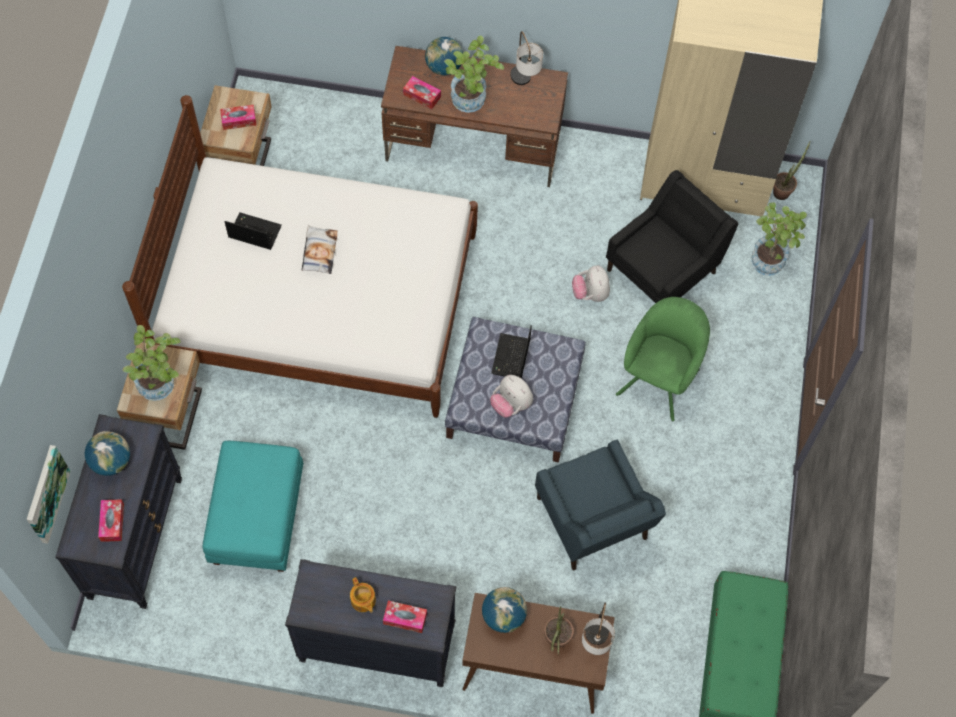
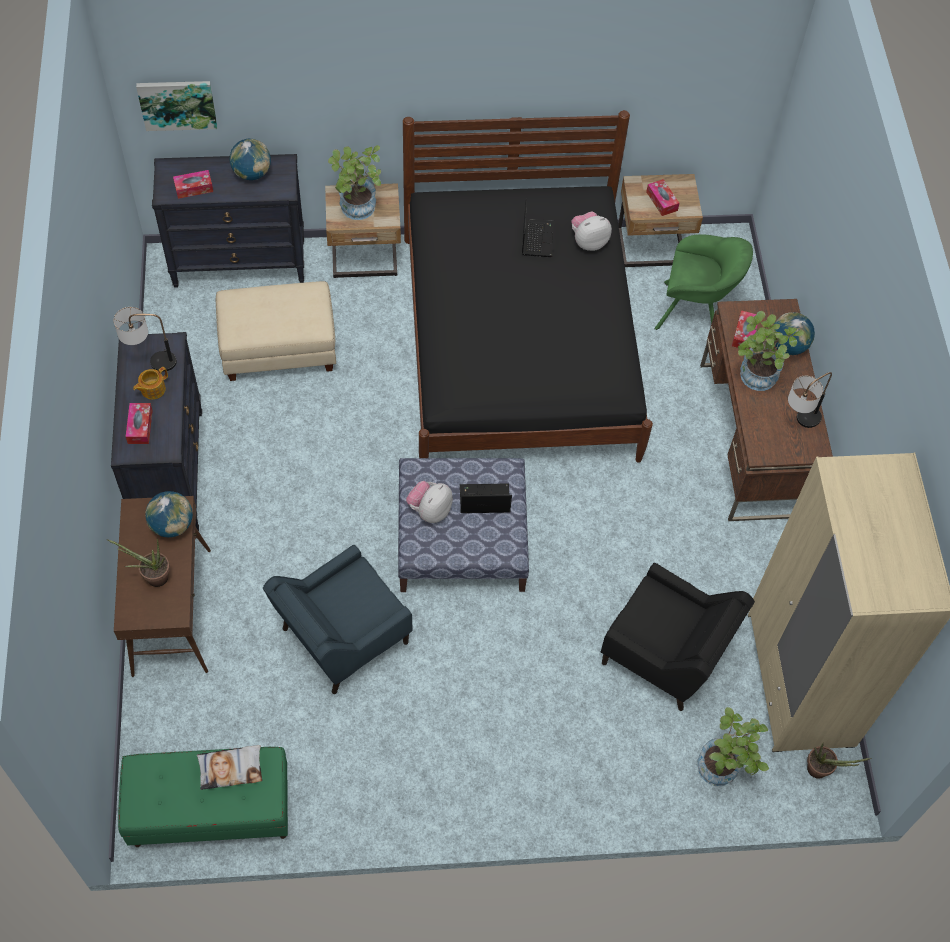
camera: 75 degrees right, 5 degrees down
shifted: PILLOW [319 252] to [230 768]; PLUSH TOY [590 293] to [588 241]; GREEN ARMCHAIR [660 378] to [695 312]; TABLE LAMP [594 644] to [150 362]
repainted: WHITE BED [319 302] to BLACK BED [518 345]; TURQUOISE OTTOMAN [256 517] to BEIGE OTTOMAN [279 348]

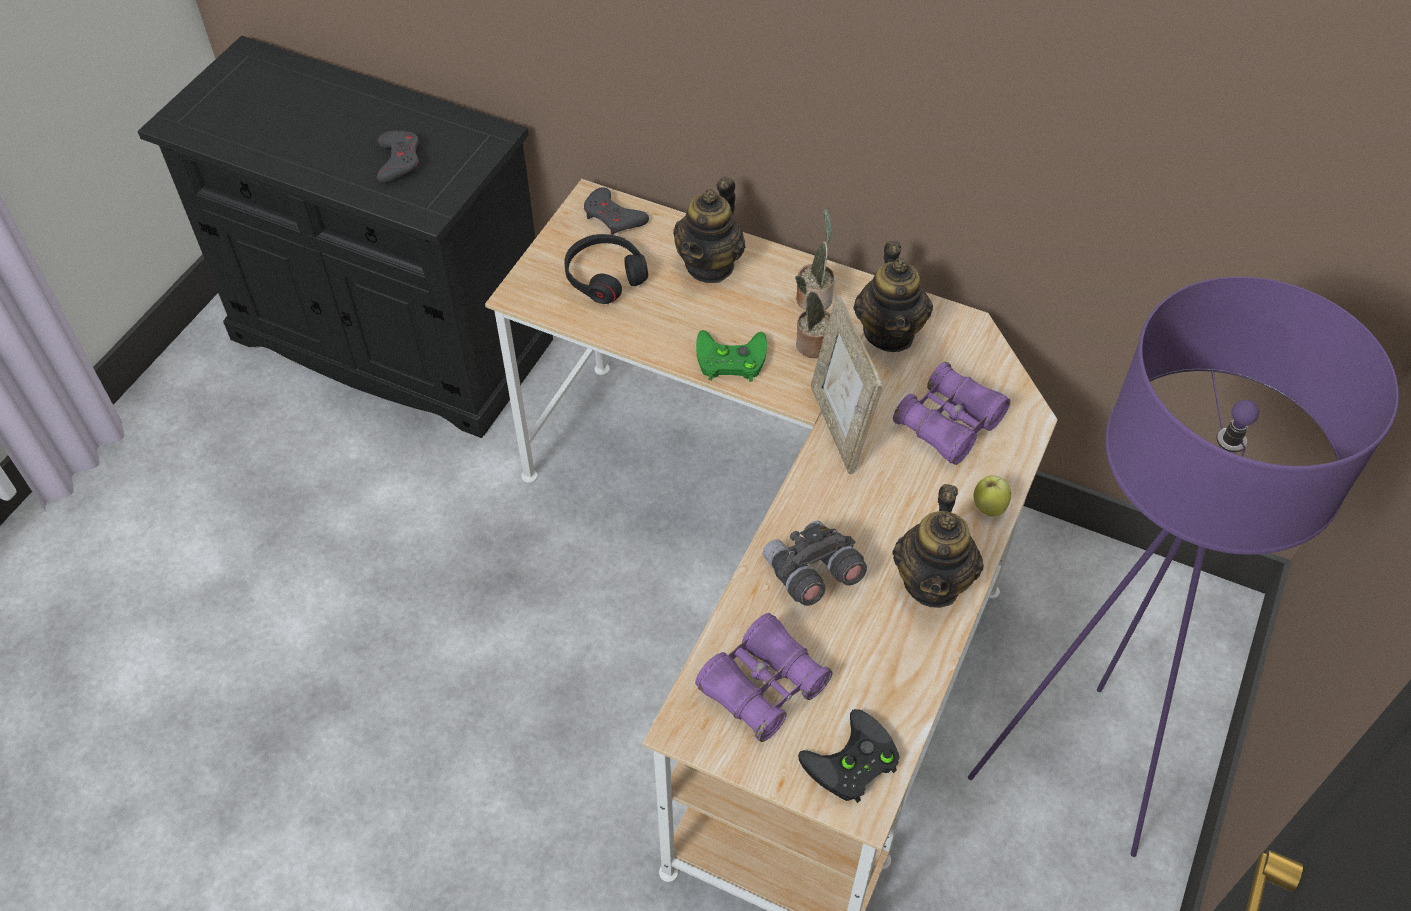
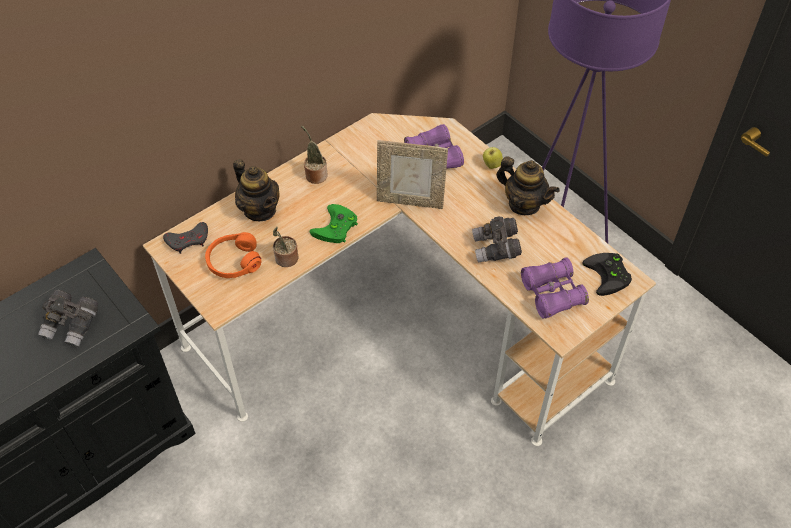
camera: 65 degrees left, 0 degrees up
gone: TEAPOT [889 333]
shifted: POTTED PLANT [811 344] to [286 259]
swapped: GREY GAME CONTROLLER [399 161] to GREY BINOCULARS [72 325]
repainted: BLACK HEADPHONES [604 276] to ORANGE HEADPHONES [234 261]

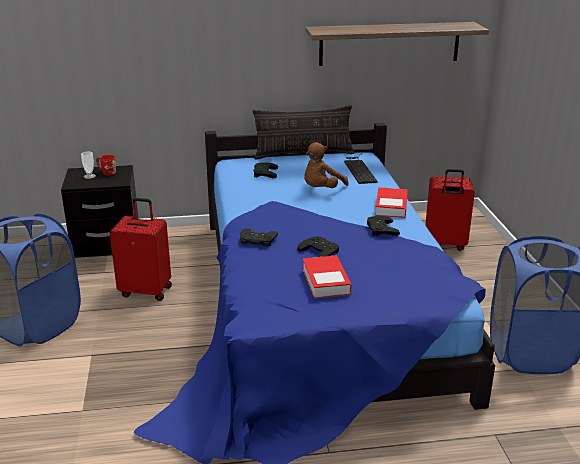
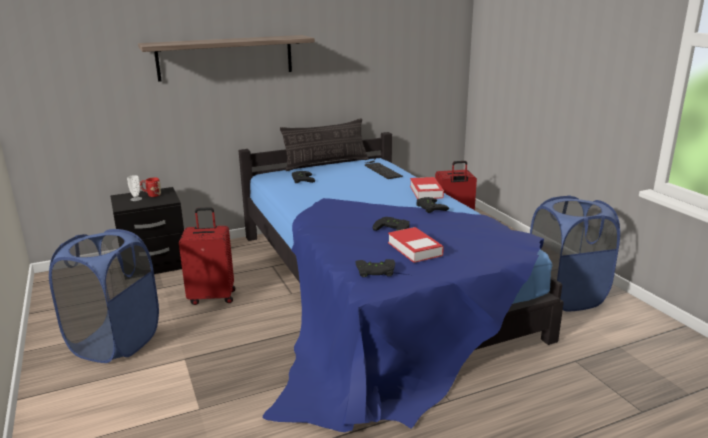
camera: 15 degrees left, 5 degrees down
gone: BROWN PLUSH TOY [321 189]
shifted: SHELF [389 43] to [225 57]; BLACK GAME CONTROLLER [257 241] to [375 271]

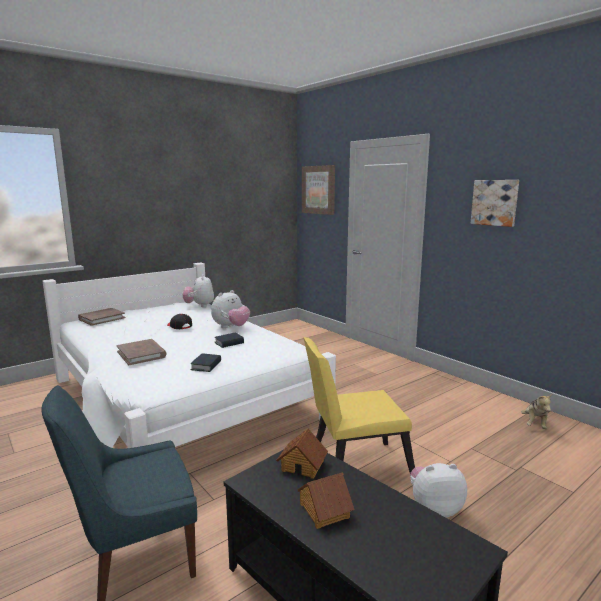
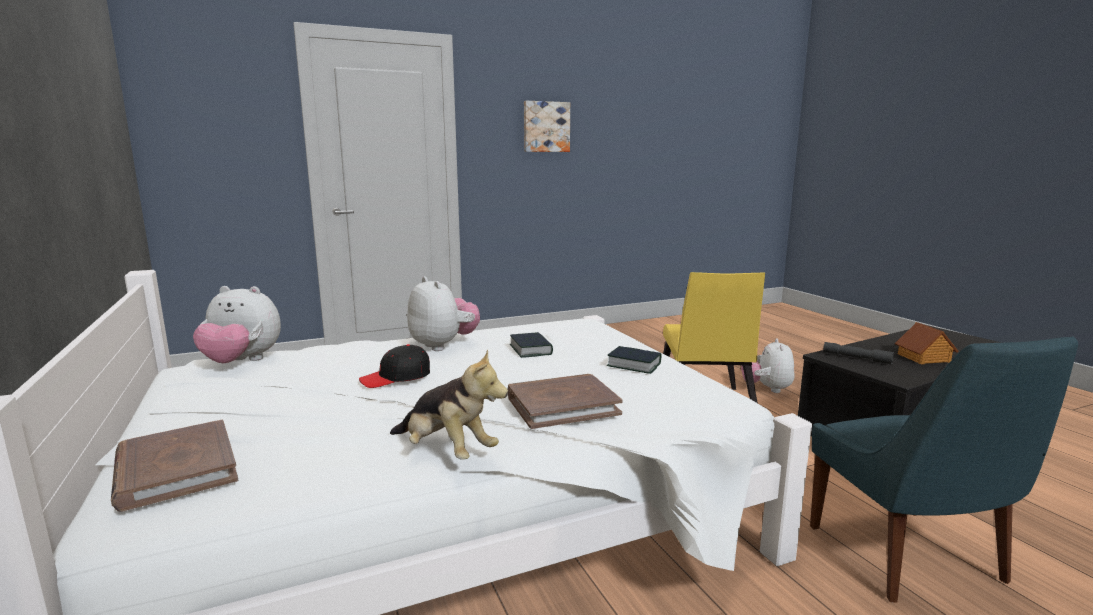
camera: 75 degrees left, 0 degrees up
gone: PICTURE [319 190]
shifted: PLUSH TOY [535 424] to [446 451]
swapped: TOY HOUSE [303 465] to GREY FLASHLIGHT [856 358]

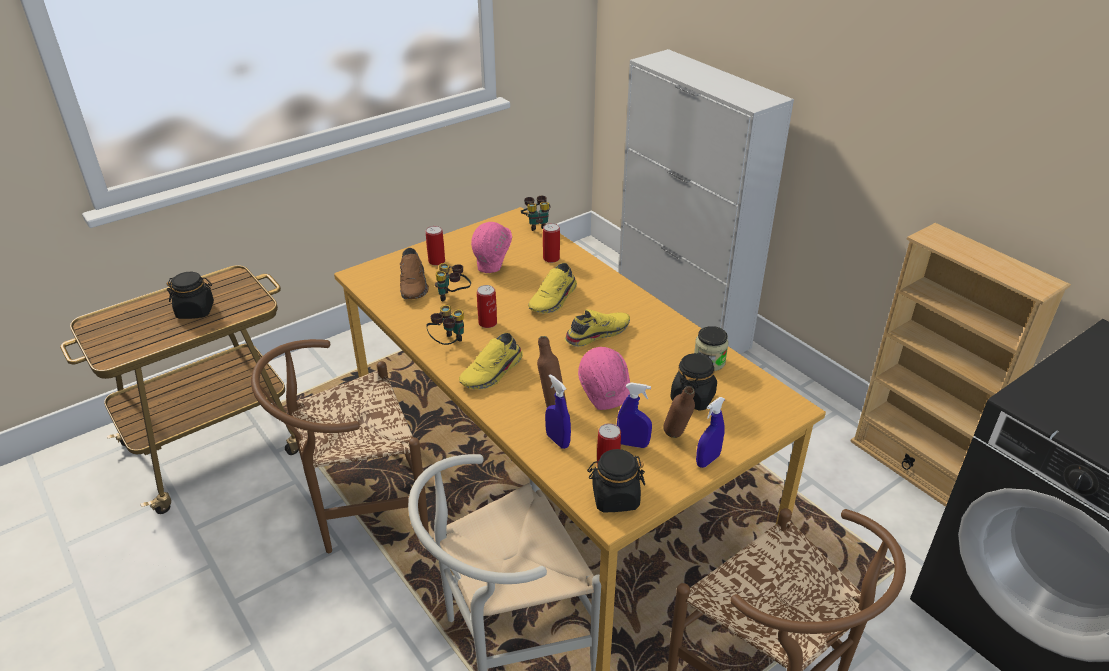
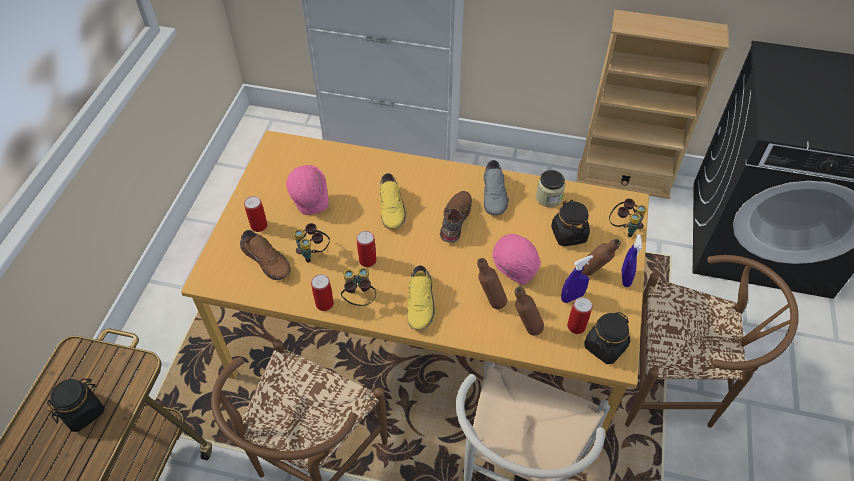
camera: 40 degrees left, 15 degrees up
new: GREY SHOE [495 195]
shifted: BINOCULARS [536 225] to [624 228]; CAN [551 258] to [324 303]
swapped: BLUE SPRAY BOTTLE [557 440] to BROWN BOTTLE [525 329]
repainted: YELLOW SHOE [596 333] to BROWN SHOE [454 220]

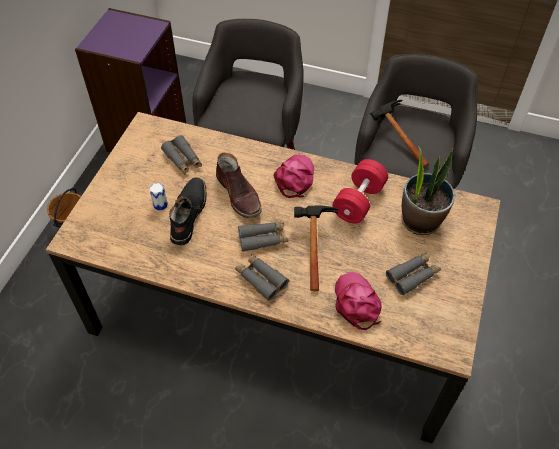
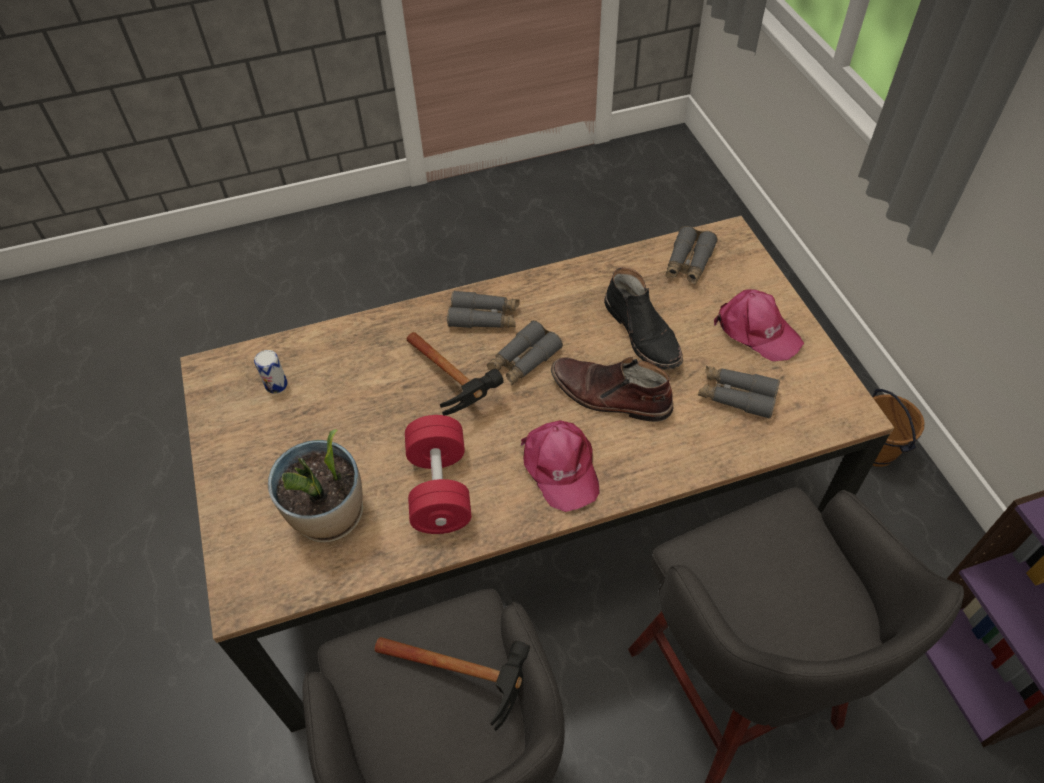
camera: 145 degrees right, 0 degrees up
shifted: CAN [160 205] to [276 384]; GREY BINOCULARS [412 276] to [688 263]; PINK CAP [357 303] to [756 330]

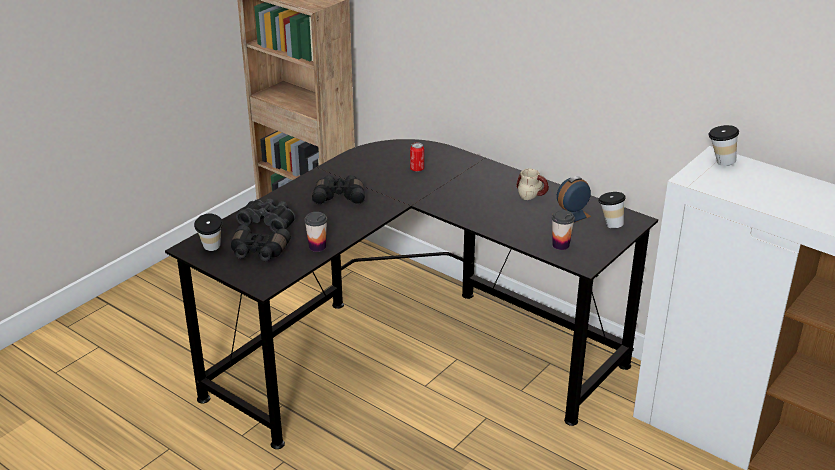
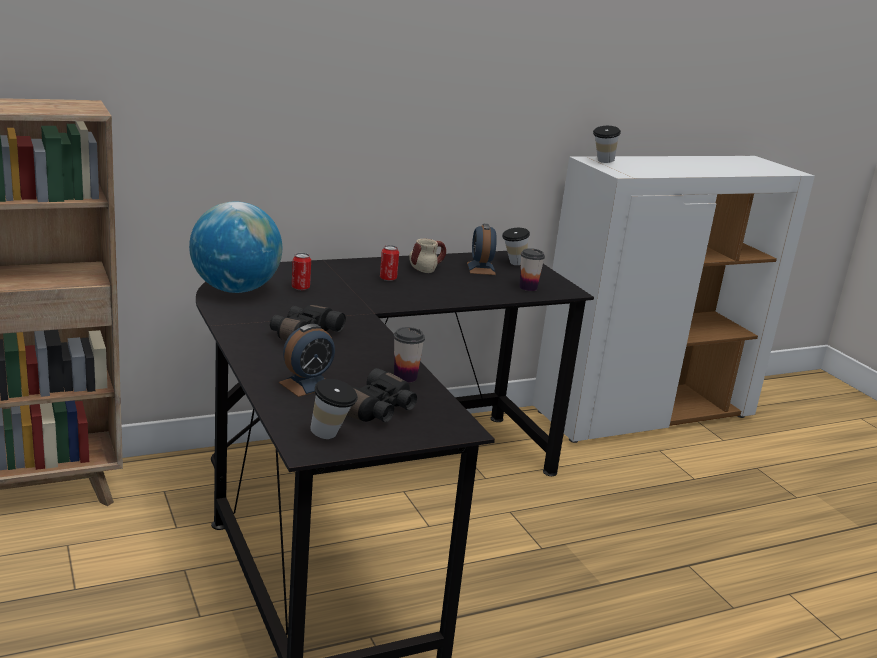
camera: 65 degrees left, 10 degrees down
new: GLOBE [235 289]; CAN [388 279]
swapped: BLACK BINOCULARS [269 221] to ALARM CLOCK [307 384]

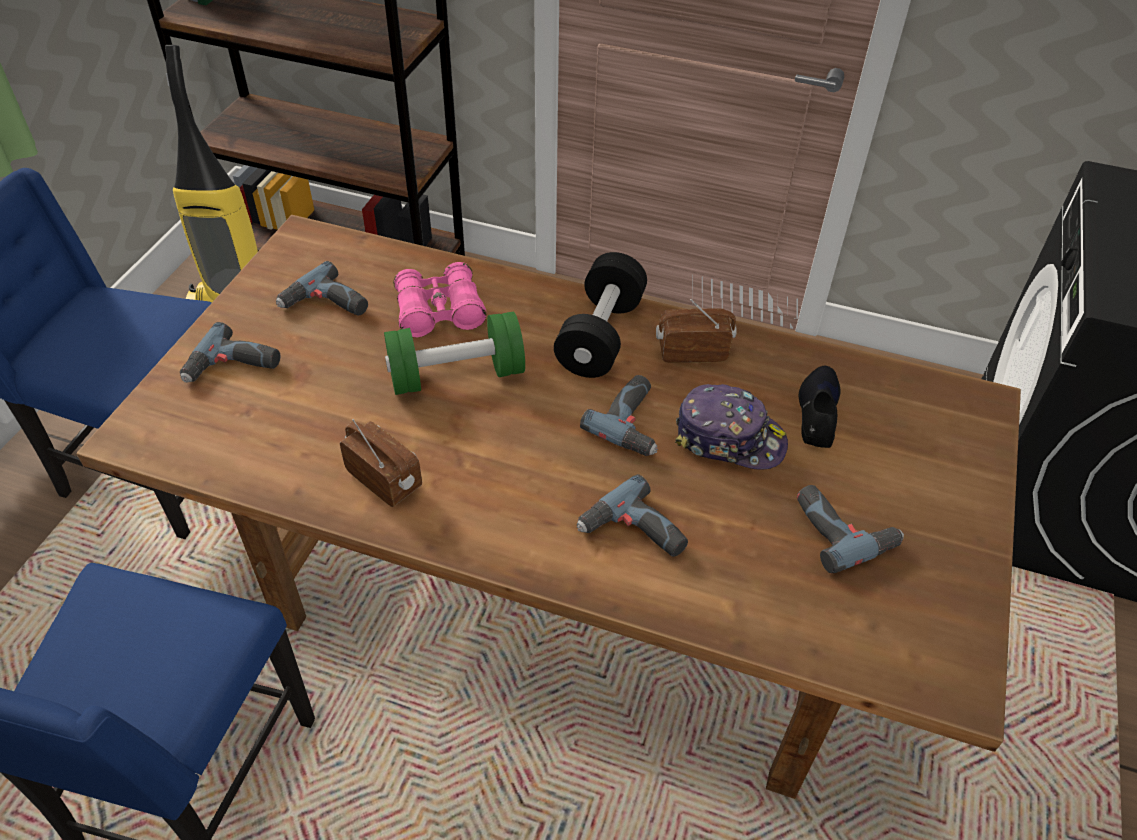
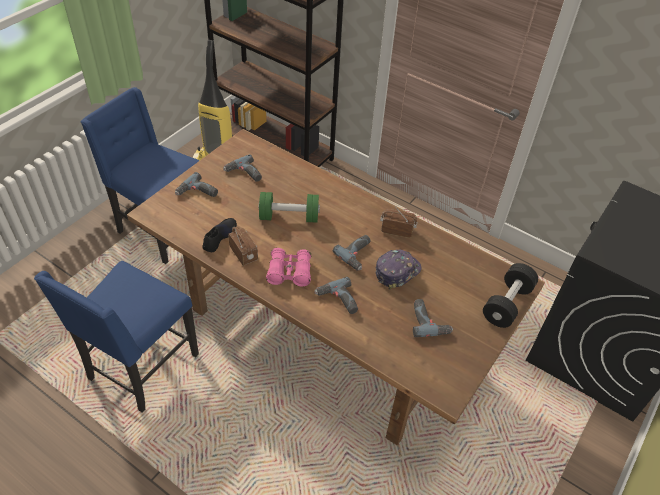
camera: 15 degrees right, 0 degrees up
shifted: BLACK DUMBBELL [600 336] to [507 304]; PINK BINOCULARS [439 312] to [289 272]; BLACK SHOE [817 412] to [219 237]
rotated: CAP [729 438] = [397 271] 75 degrees counterclockwise

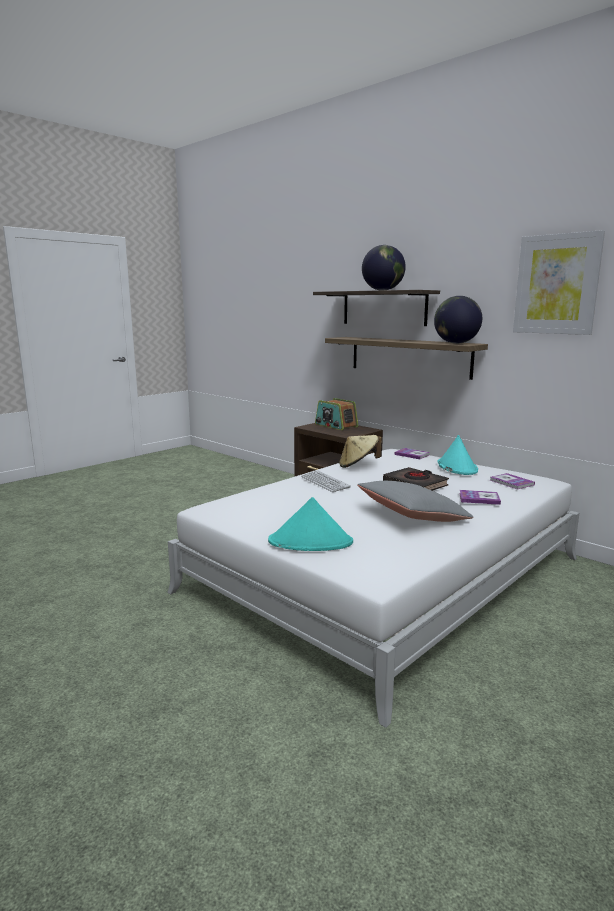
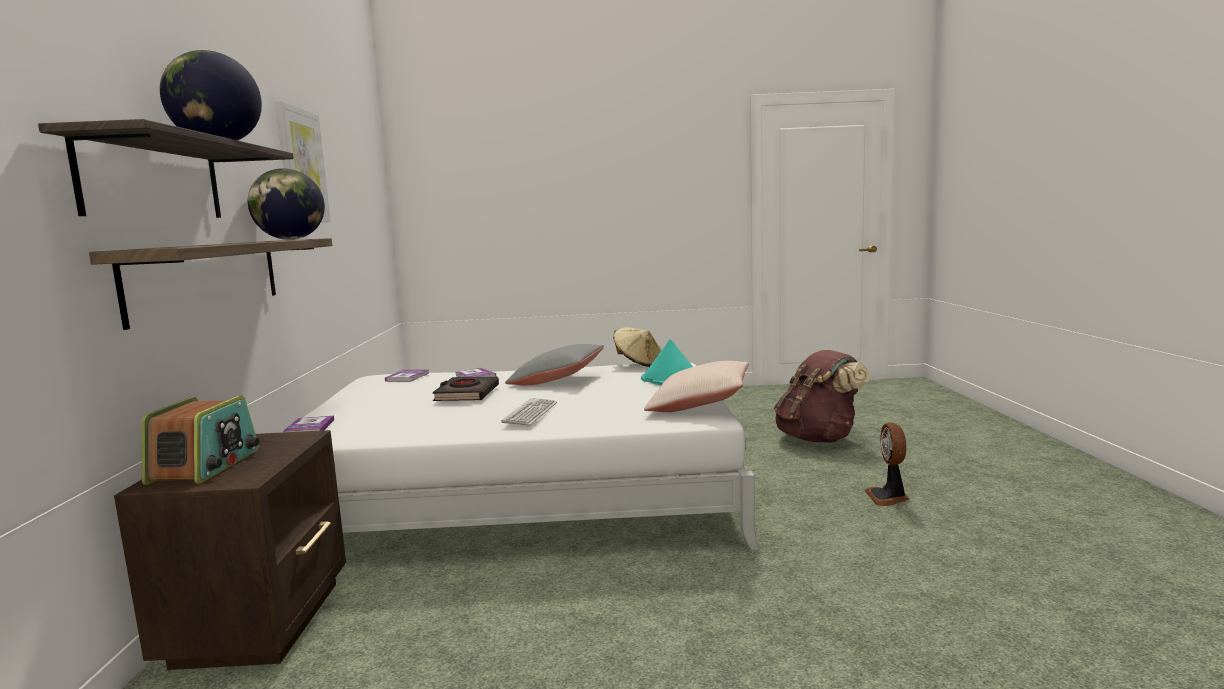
camera: 135 degrees left, 5 degrees down
gone: TURQUOISE HAT [456 467]
new: BROWN BACKPACK [818 439]; BEIGE PILLOW [699 405]; FAN [888 497]
shifted: BEIGE HAT [358 465] to [639 364]

